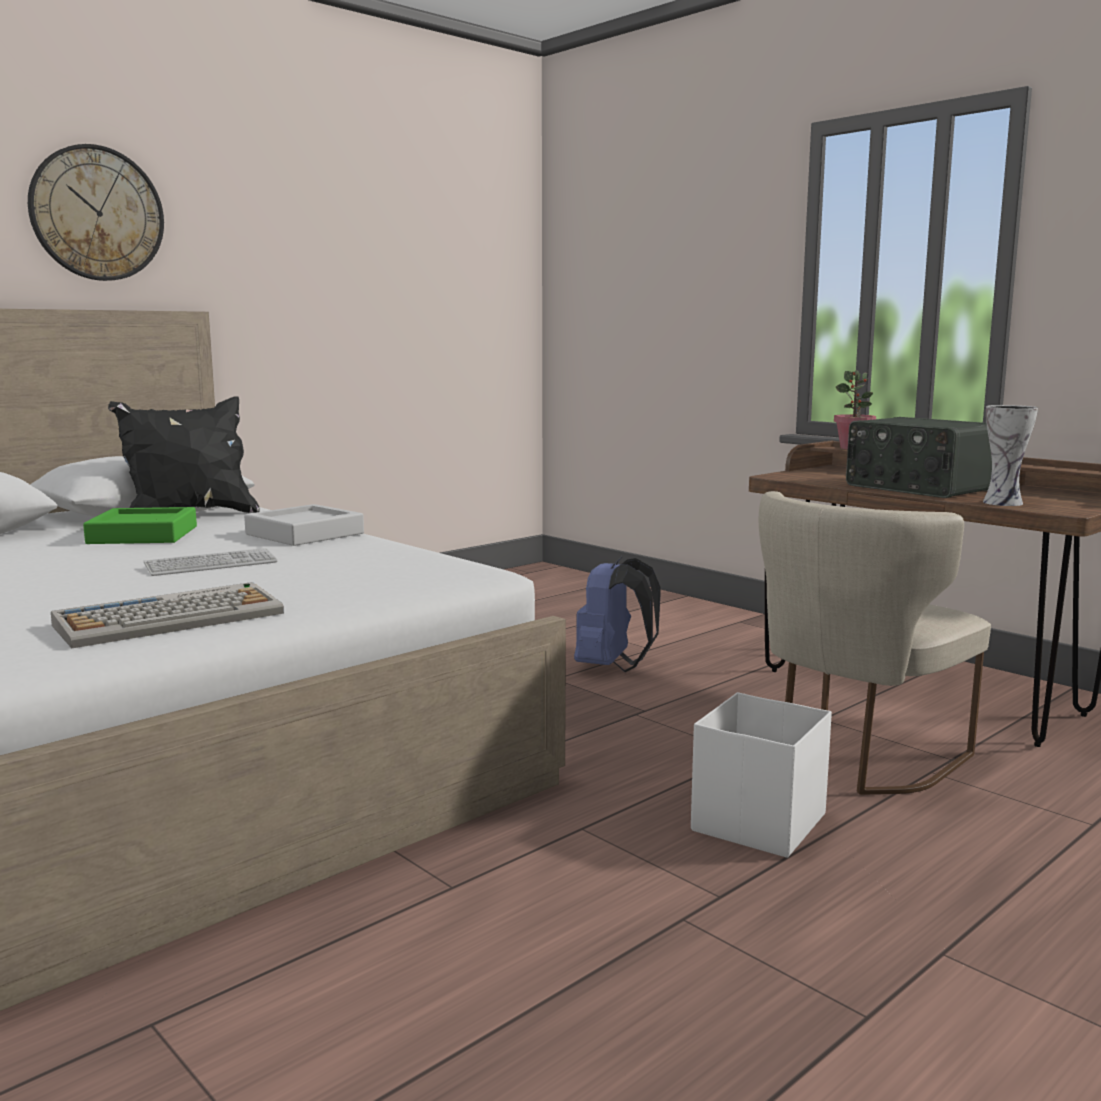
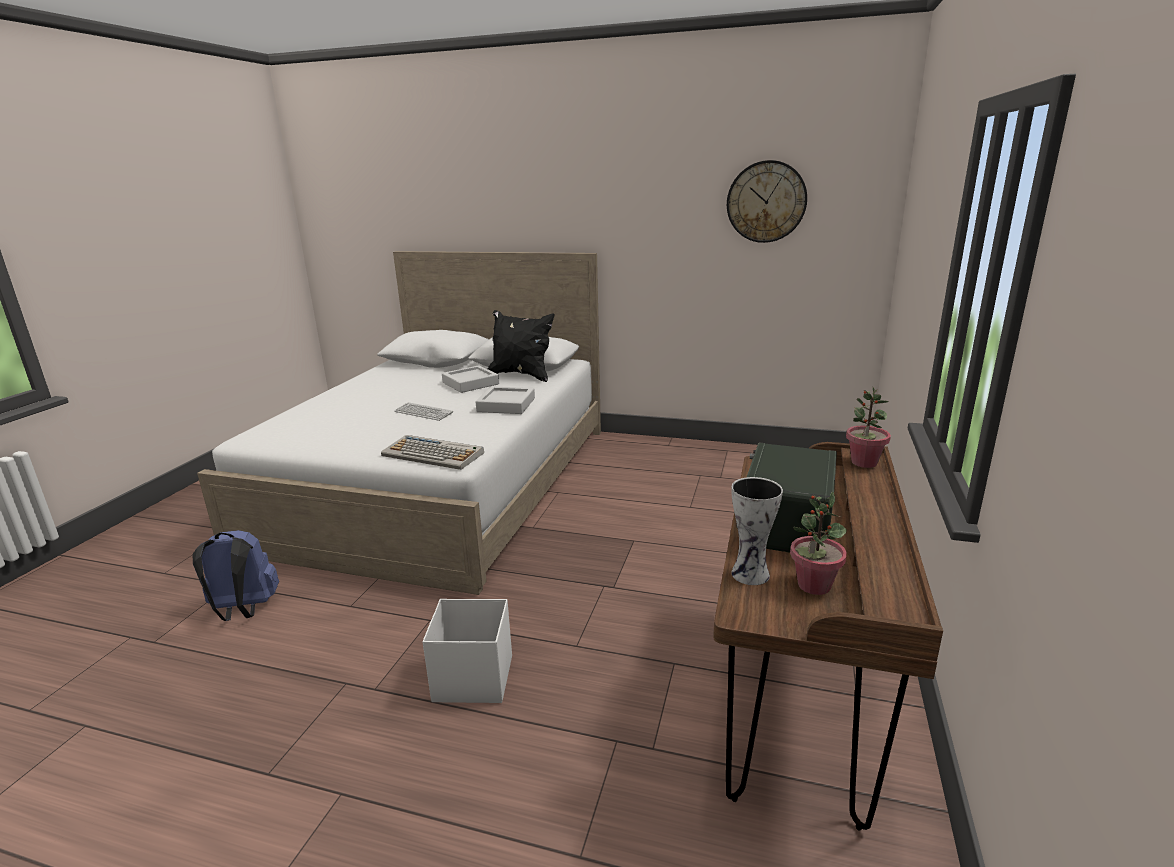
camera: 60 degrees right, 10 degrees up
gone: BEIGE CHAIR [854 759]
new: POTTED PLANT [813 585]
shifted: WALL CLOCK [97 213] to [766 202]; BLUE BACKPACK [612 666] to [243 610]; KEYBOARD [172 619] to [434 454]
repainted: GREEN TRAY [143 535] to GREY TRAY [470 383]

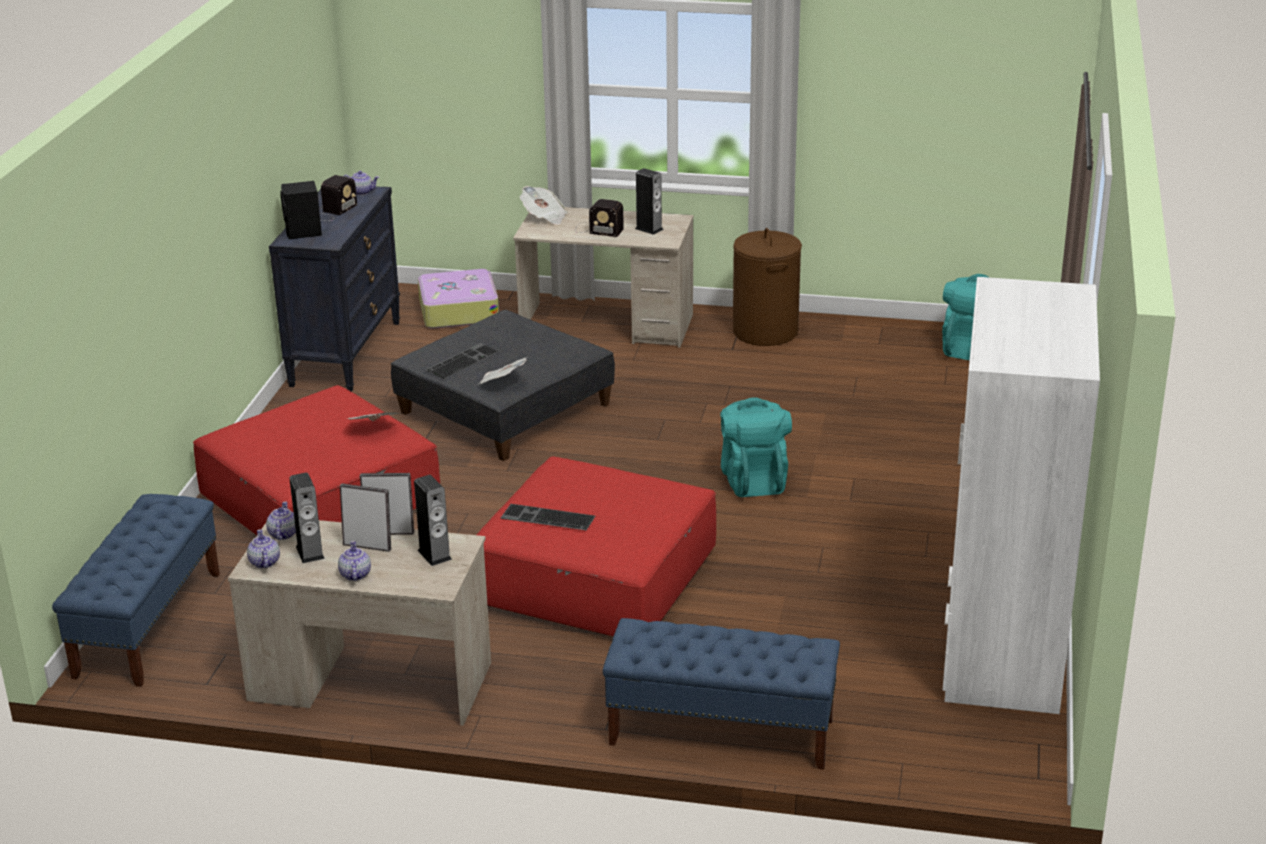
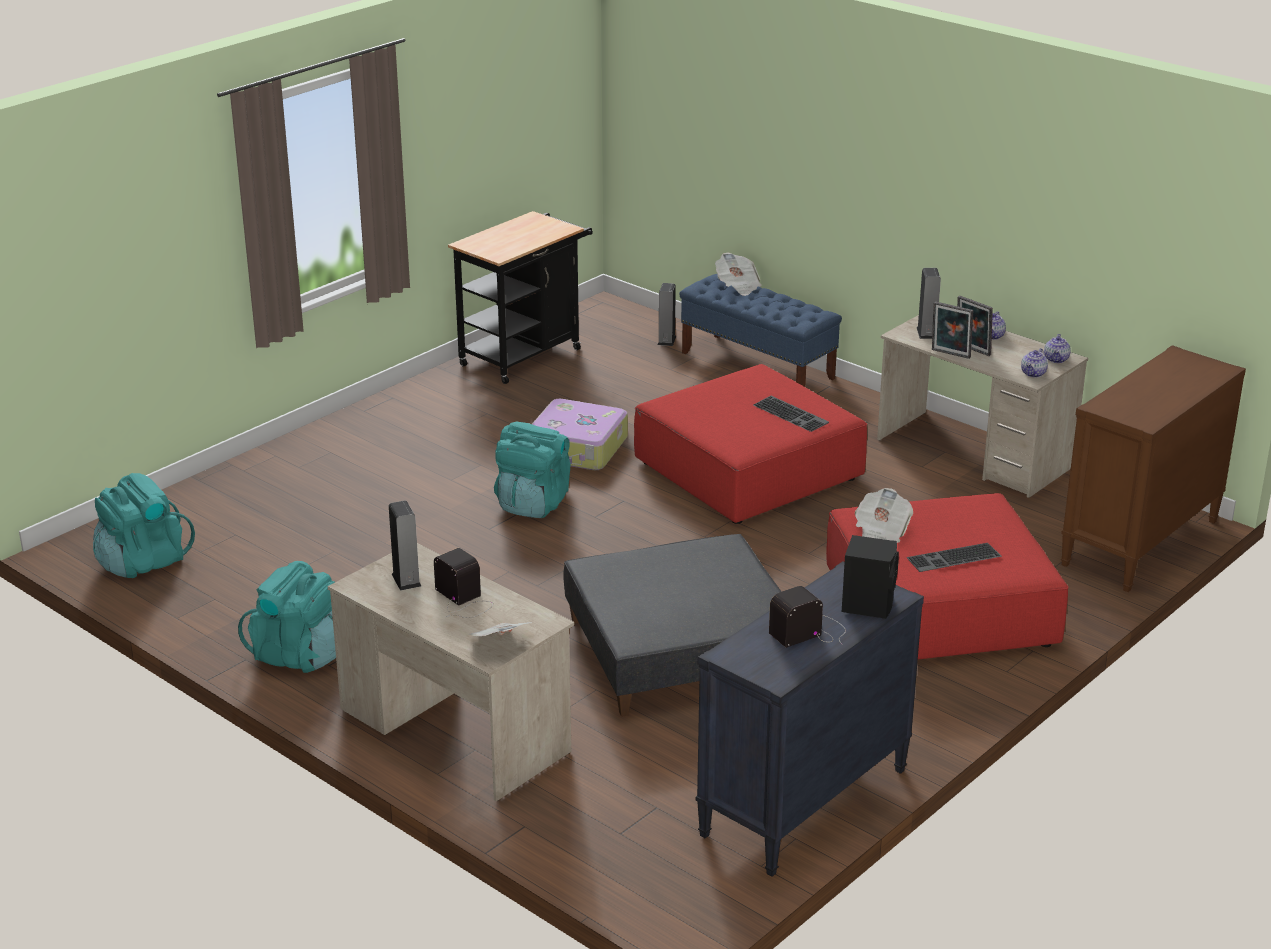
camera: 150 degrees left, 0 degrees up
gone: TEAPOT [362 192]
shifted: SUITCASE [458 310] to [577 448]; KEYBOARD [462 360] to [954 558]; NEWSPAPER [503 383] to [738 286]; SPEAKER [310 552] to [666 340]
swapped: BROWN LAUNDRY BASKET [765 332] to TURQUOISE BACKPACK [299 655]; WHITE WARDROBE [1001 648] to BLACK CART [525 354]; BLUE BENCH [148 623] to BROWN DRESSER [1140 543]

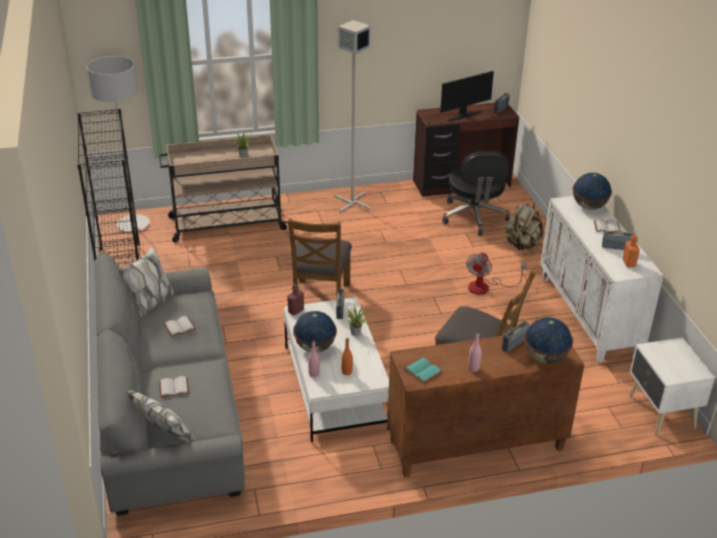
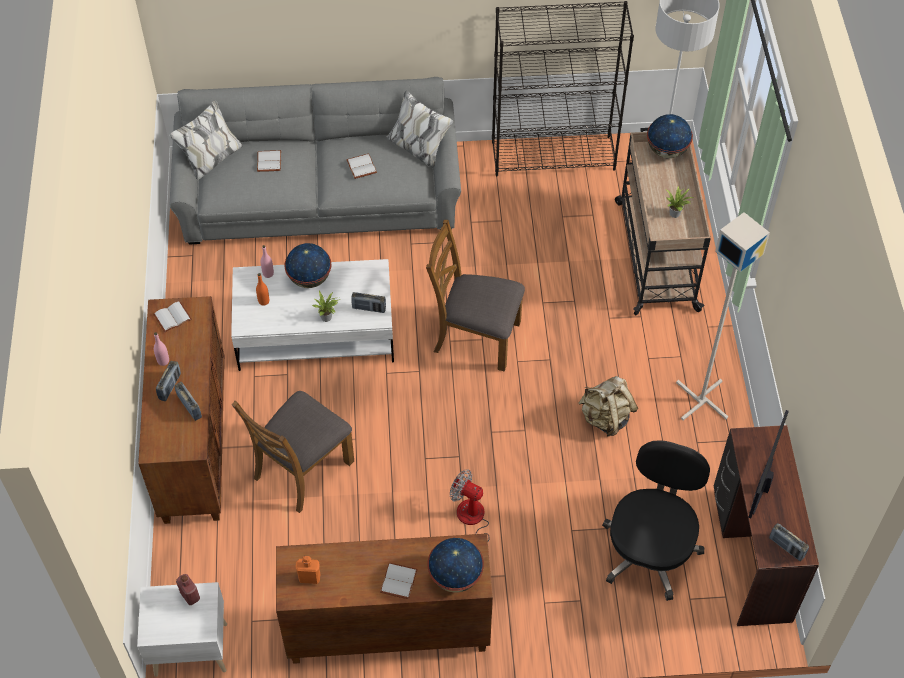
camera: 100 degrees right, 20 degrees up
shifted: BEIGE BACKPACK [522 245] to [606 418]; RADIO [616 248] to [170 387]; RED BOTTLE [296 311] to [190 596]; GLOBE [545 358] to [666 151]
repainted: WHITE CABINET [589 316] to BROWN CABINET [387 631]; TURQUOISE BOOK [423 371] to WHITE BOOK [172 318]
rotated: MONITOR [464 115] = [763 486] 45 degrees clockwise; BLACK OFFICE CHAIR [474 217] = [650 550] 105 degrees clockwise

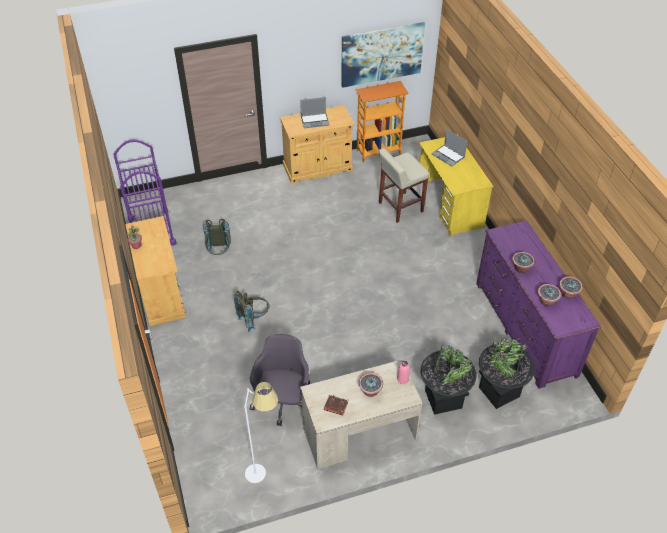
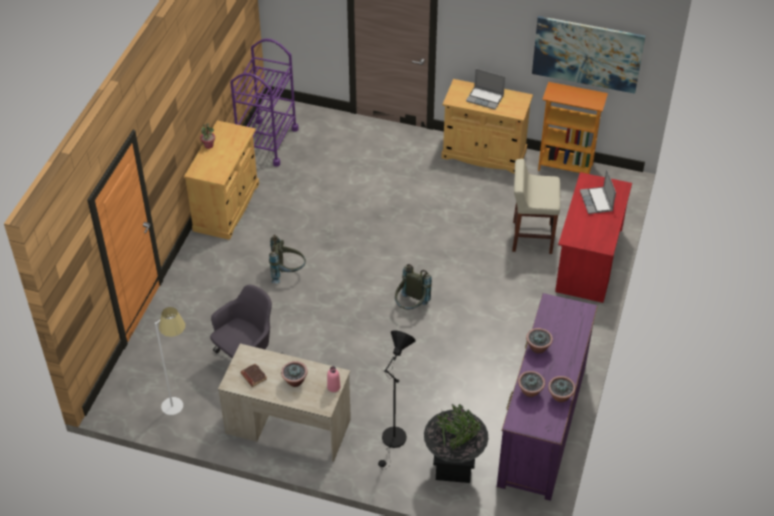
camera: 35 degrees right, 0 degrees up
shifted: GREY BACKPACK [219 253] to [411 306]
swapped: BLACK PLANTER [443 399] to BLACK FLOOR LAMP [393 442]
repainted: YELLOW DESK [449 204] to RED DESK [589 260]

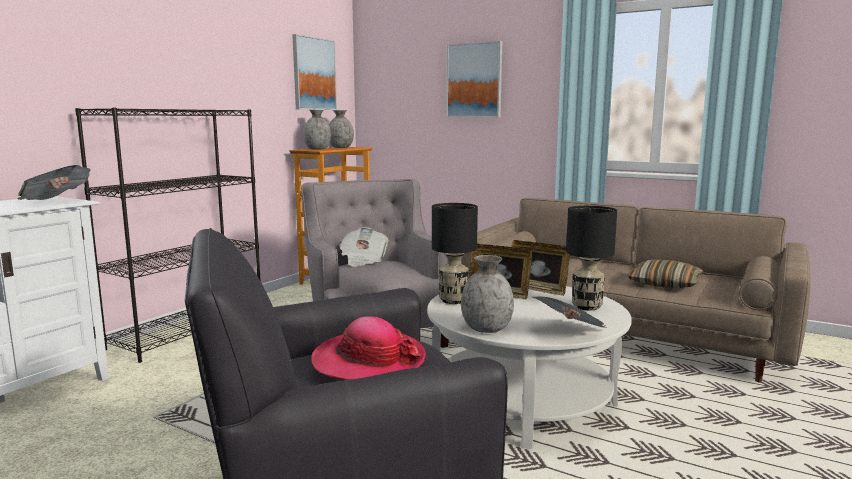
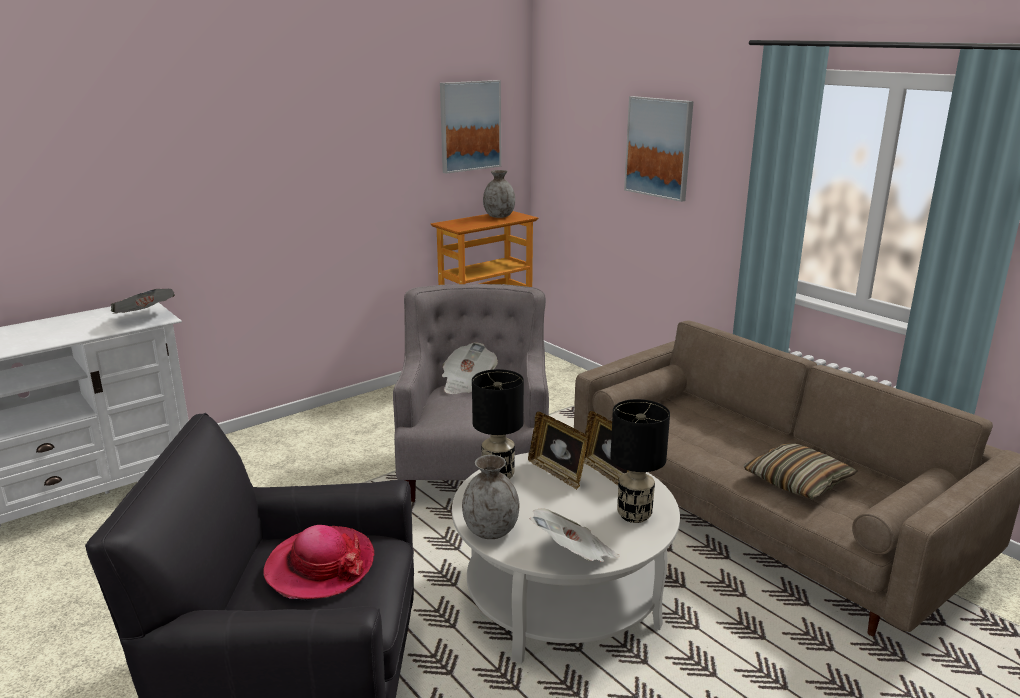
camera: 20 degrees right, 10 degrees up
gone: BLACK BOOKCASE [189 331]; GREY VASE [318 149]

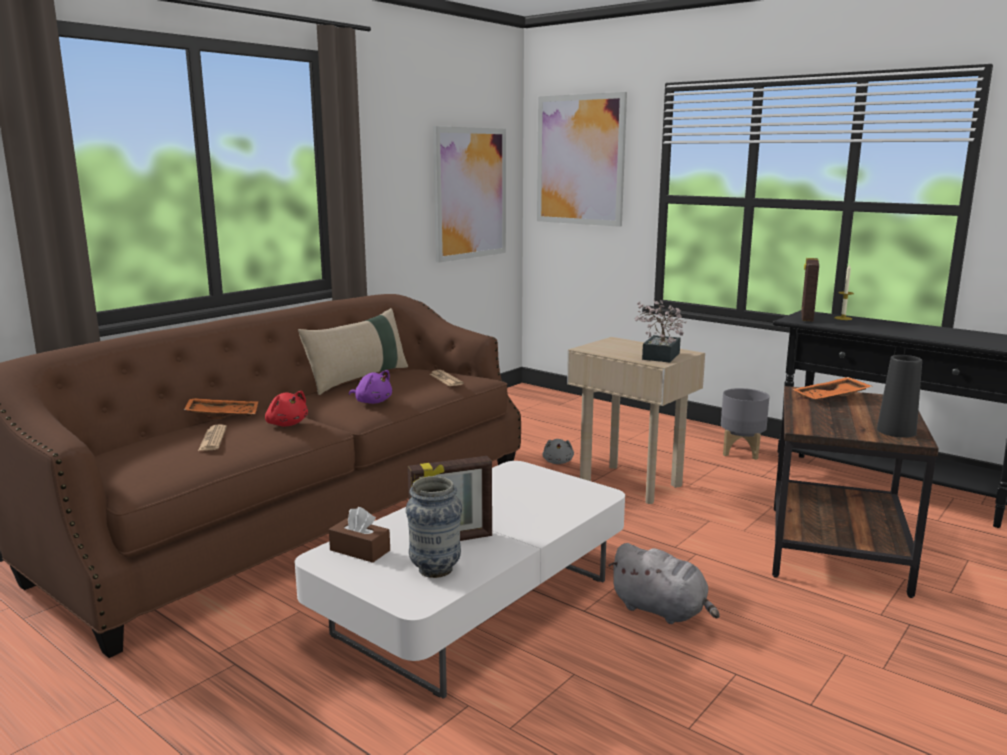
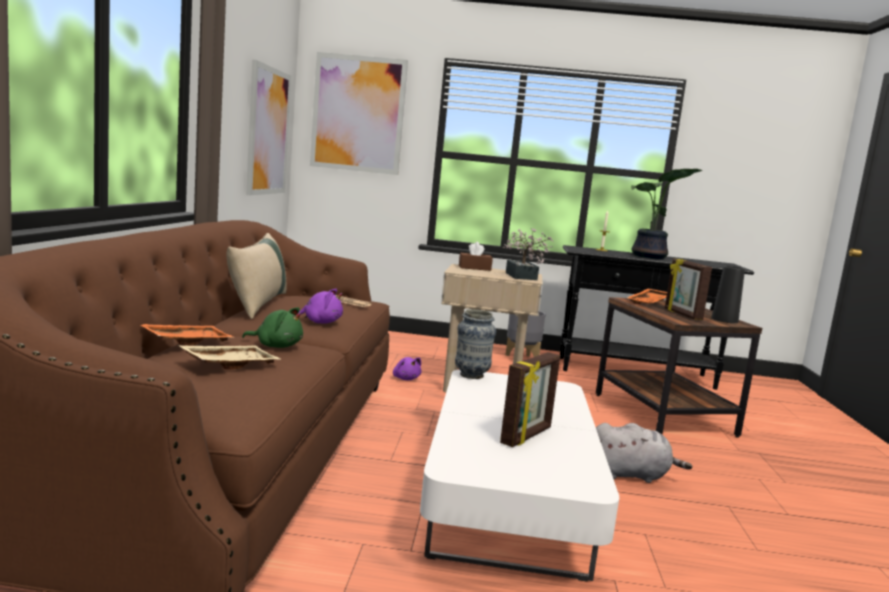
camera: 35 degrees left, 5 degrees down
new: POTTED PLANT [649 257]
shifted: PICTURE FRAME [806 317] to [682 314]; VASE [435 570] to [471 375]; BROWN TISSUE BOX [360 550] to [474 268]
swapped: NEWSPAPER [213 439] to BEIGE TRAY [229 364]
repainted: RED PLUSH TOY [286 424] to GREEN PLUSH TOY [276 346]; GREY PLUSH TOY [558 462] to PURPLE PLUSH TOY [405 378]

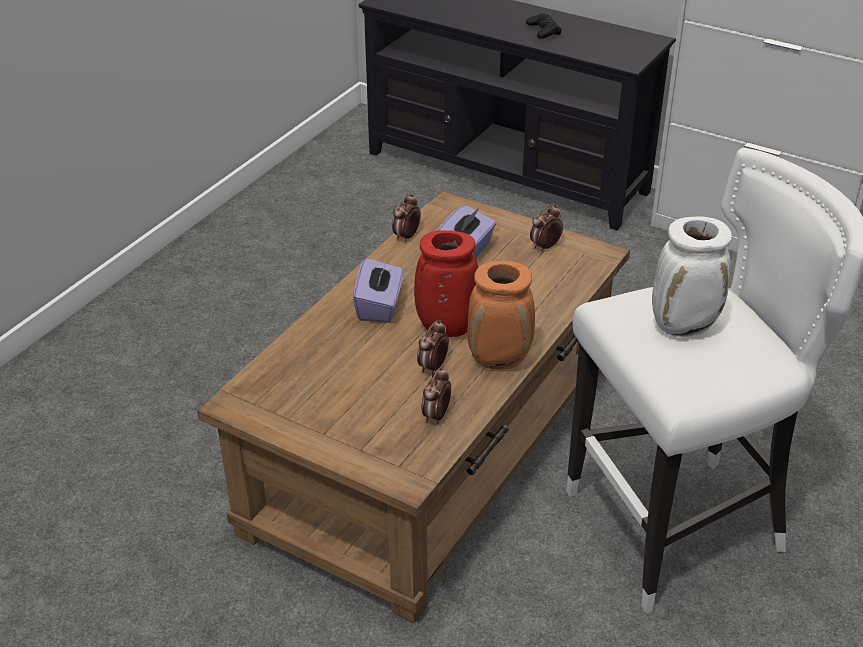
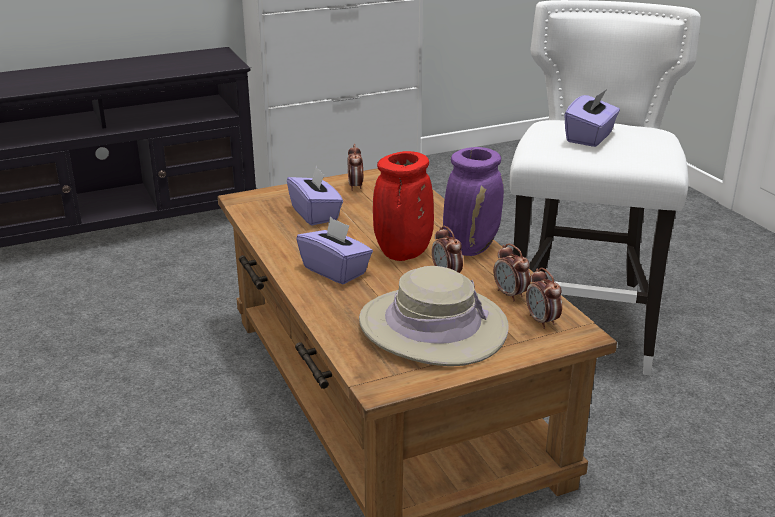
camera: 55 degrees left, 10 degrees down
gone: BLACK GAME CONTROLLER [543 30]
new: BEIGE HAT [433 327]
shifted: ALARM CLOCK [406 236] to [542 321]
swapped: WHITE VASE [684 326] to PURPLE TISSUE BOX [590 137]
repainted: ORANGE VASE [500 360] to PURPLE VASE [470 247]

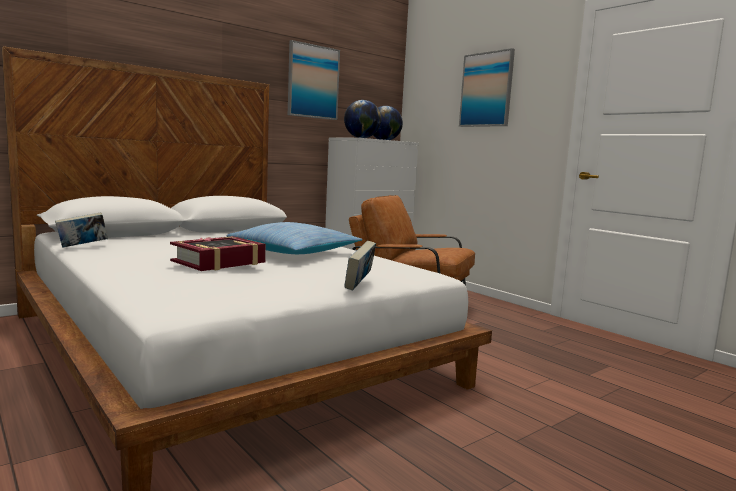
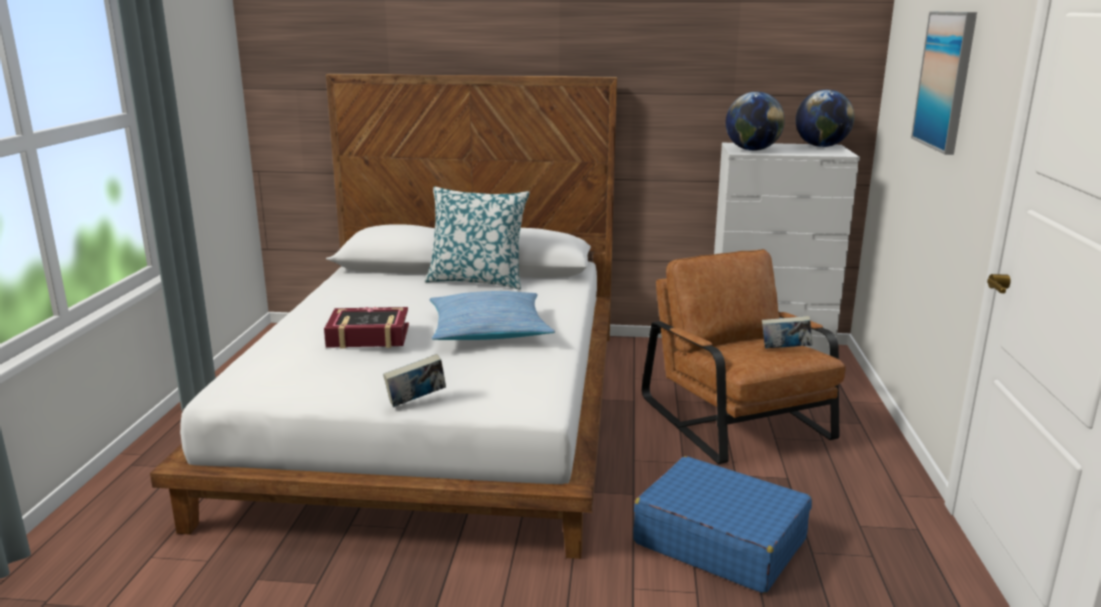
camera: 45 degrees right, 10 degrees up
gone: PICTURE [313 82]
new: PILLOW [477 281]; BLUE SUITCASE [719 541]
shifted: BOOK [82 246] to [785 350]

